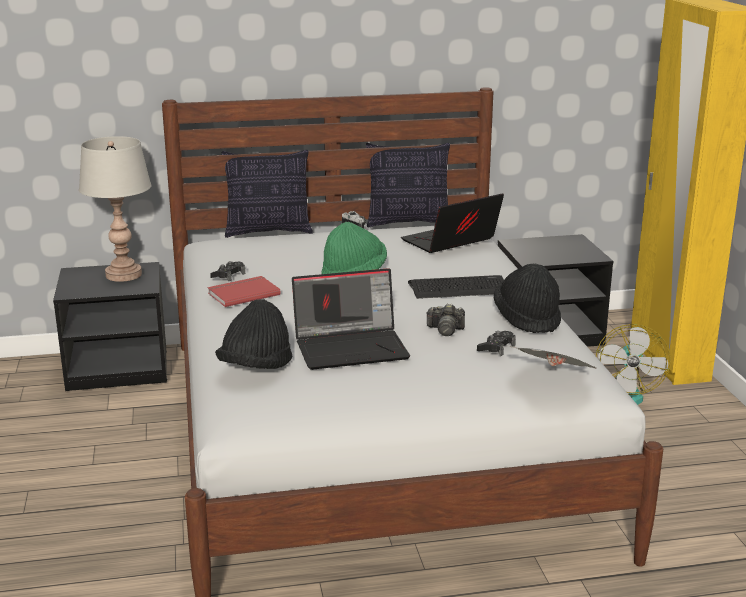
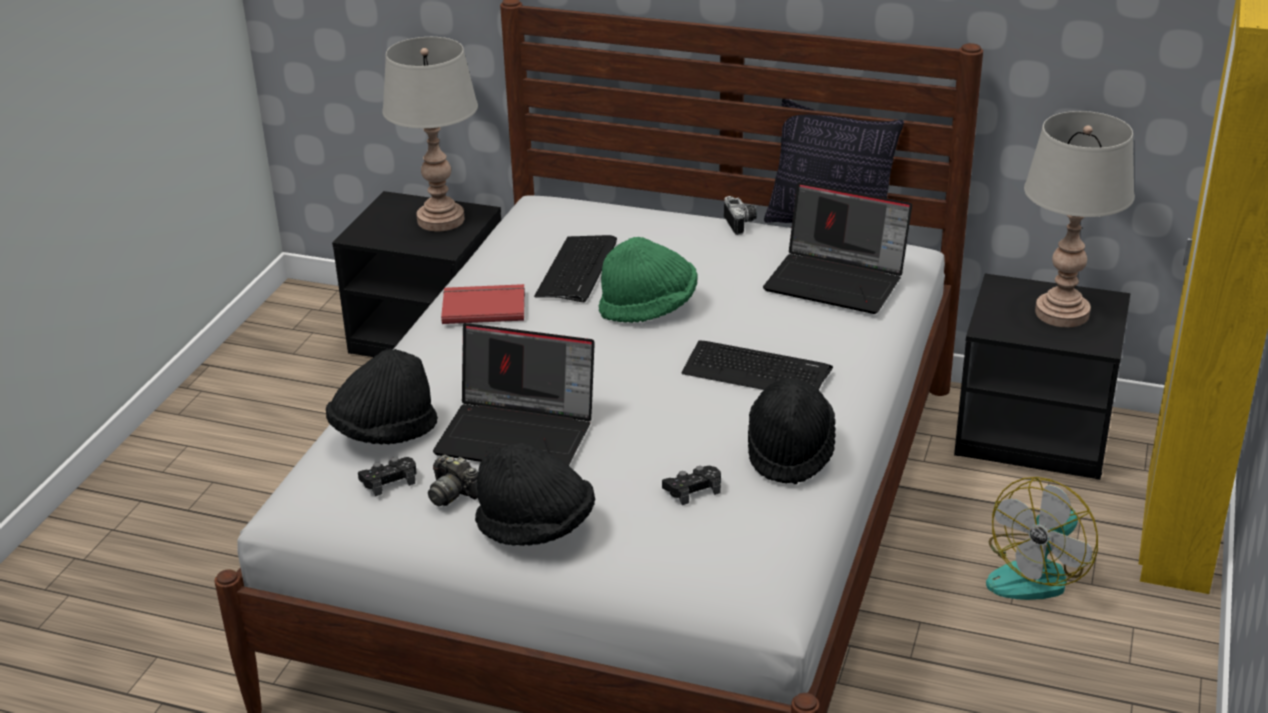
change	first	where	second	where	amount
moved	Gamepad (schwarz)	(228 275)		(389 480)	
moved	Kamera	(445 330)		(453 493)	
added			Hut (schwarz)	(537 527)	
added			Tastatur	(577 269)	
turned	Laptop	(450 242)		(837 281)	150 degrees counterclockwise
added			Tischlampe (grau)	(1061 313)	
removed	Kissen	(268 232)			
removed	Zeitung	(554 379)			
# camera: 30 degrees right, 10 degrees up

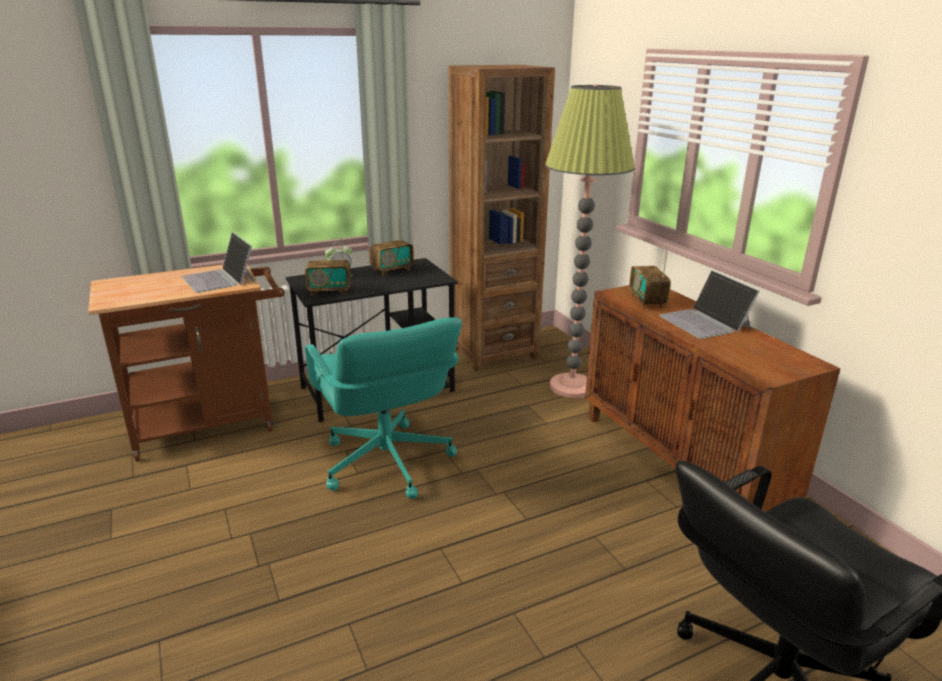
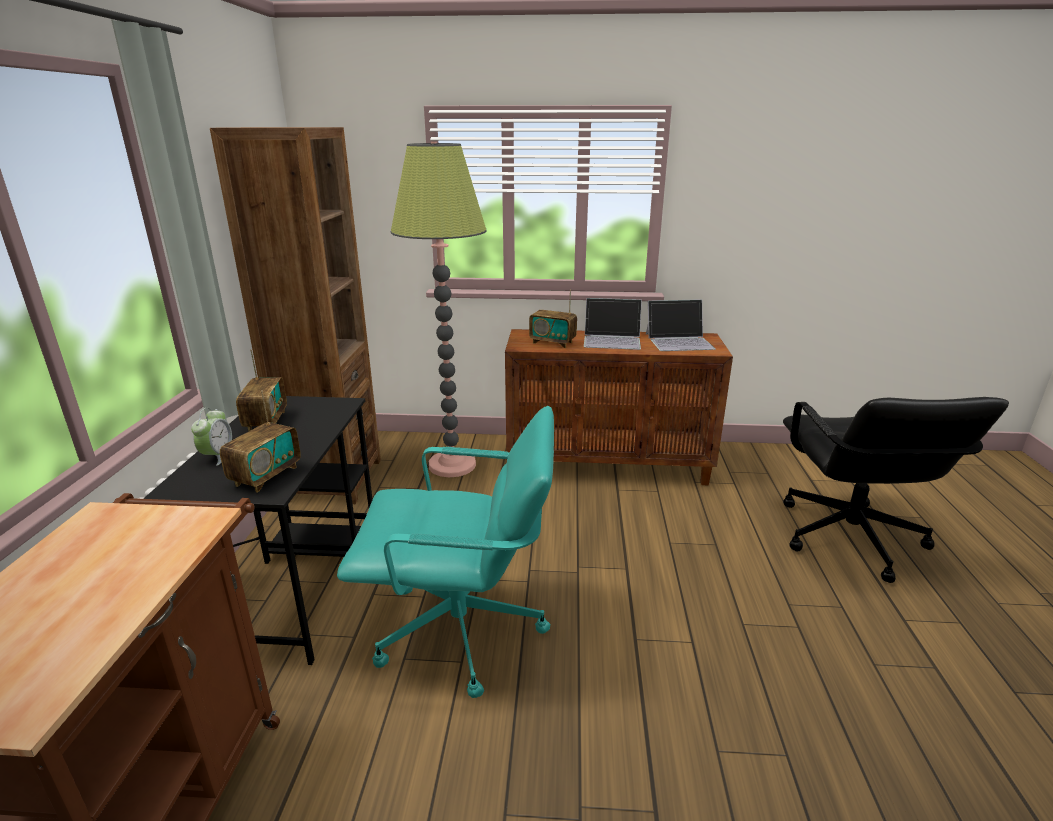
change	first	where	second	where	amount
moved	Laptop	(219 279)		(679 341)	
# camera: 60 degrees left, 0 degrees up

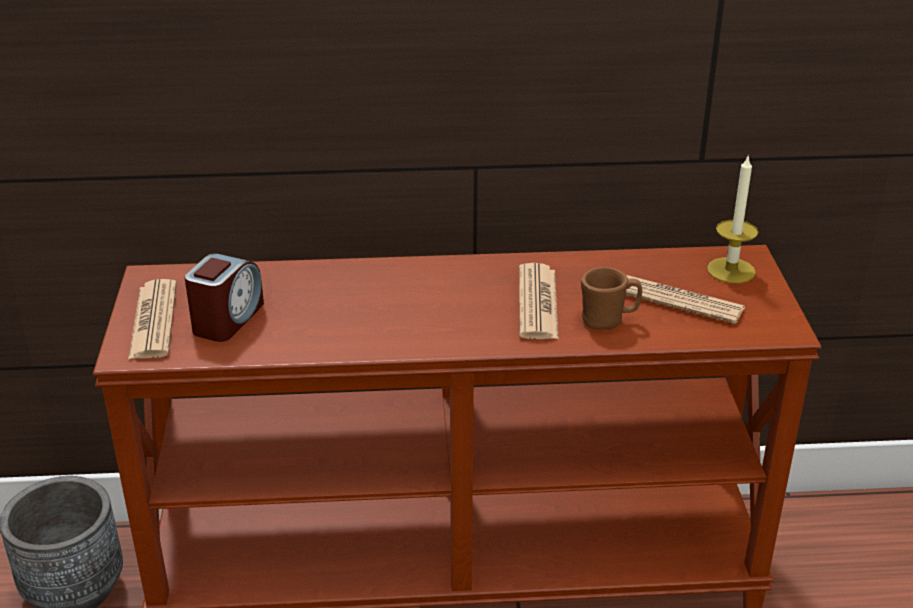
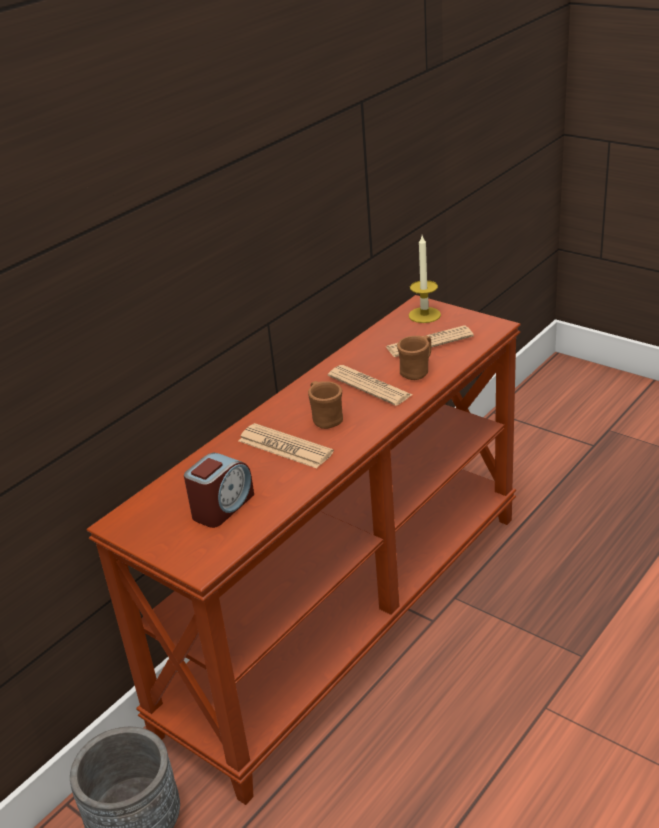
change	first	where	second	where	amount
turned	Wecker	(227 319)		(222 507)	60 degrees clockwise
moved	Zeitung	(153 321)		(285 447)	
added			Henkelbecher (braun)	(325 419)	
# camera: 45 degrees left, 0 degrees up

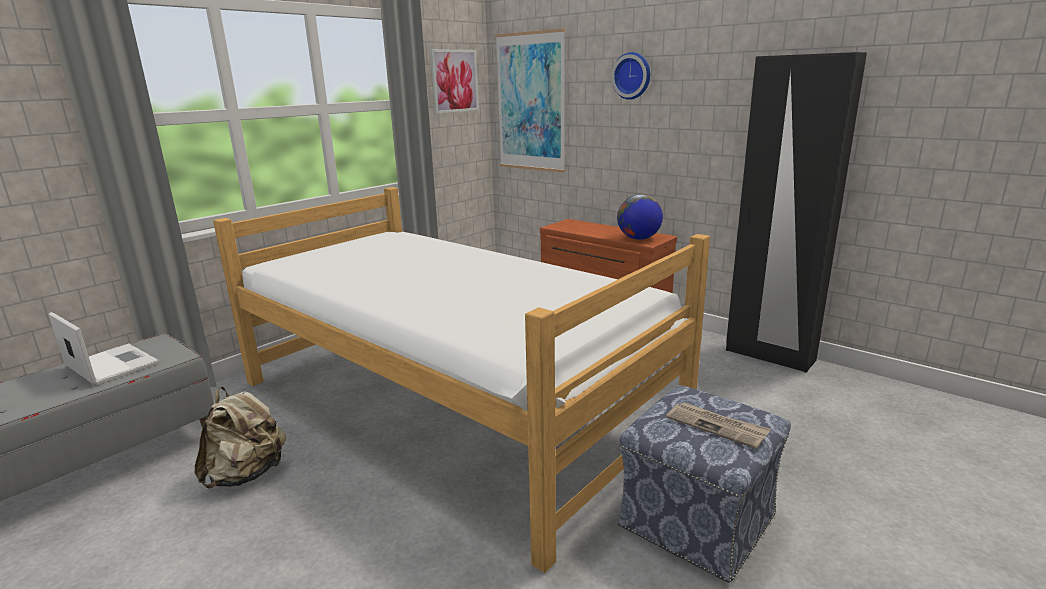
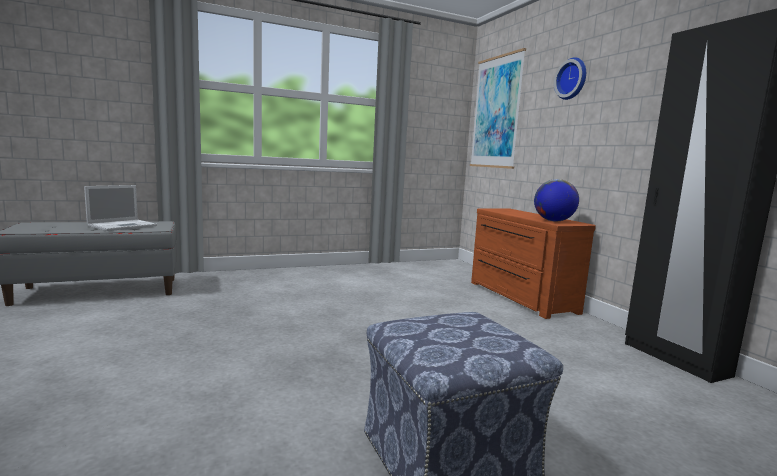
change	first	where	second	where	amount
turned	Laptop	(111 365)		(123 225)	60 degrees clockwise
removed	Rucksack (beige)	(247 474)			
removed	Bett	(451 403)			
removed	Bild	(454 81)			
removed	Zeitung	(717 426)			
# camera: 25 degrees right, 10 degrees down

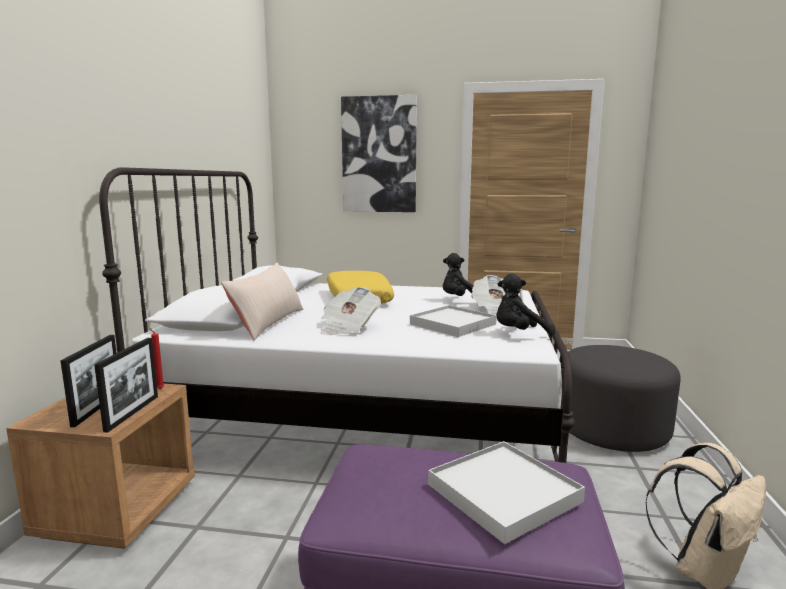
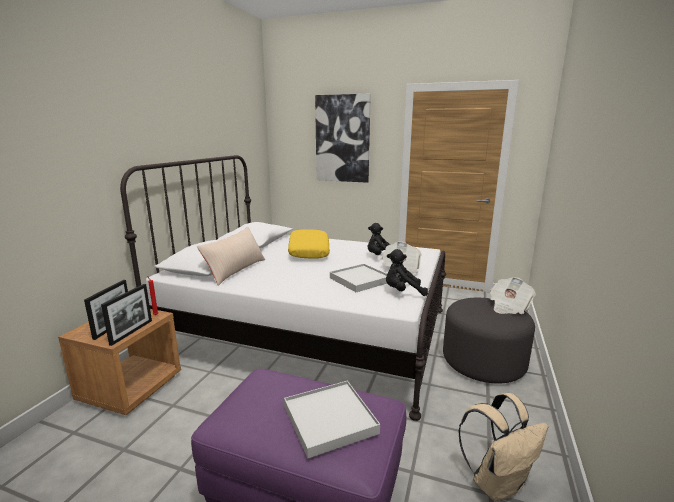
change	first	where	second	where	amount
moved	Zeitung	(348 328)		(508 306)	
# camera: 10 degrees right, 5 degrees up

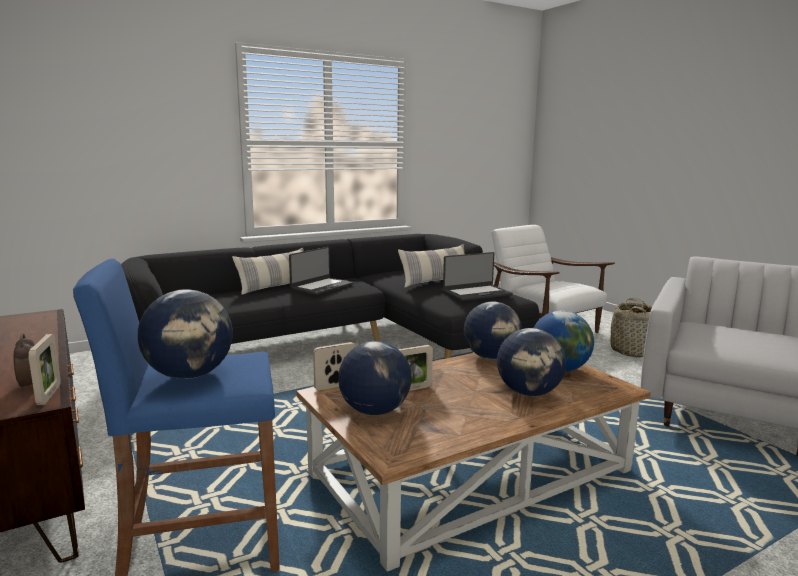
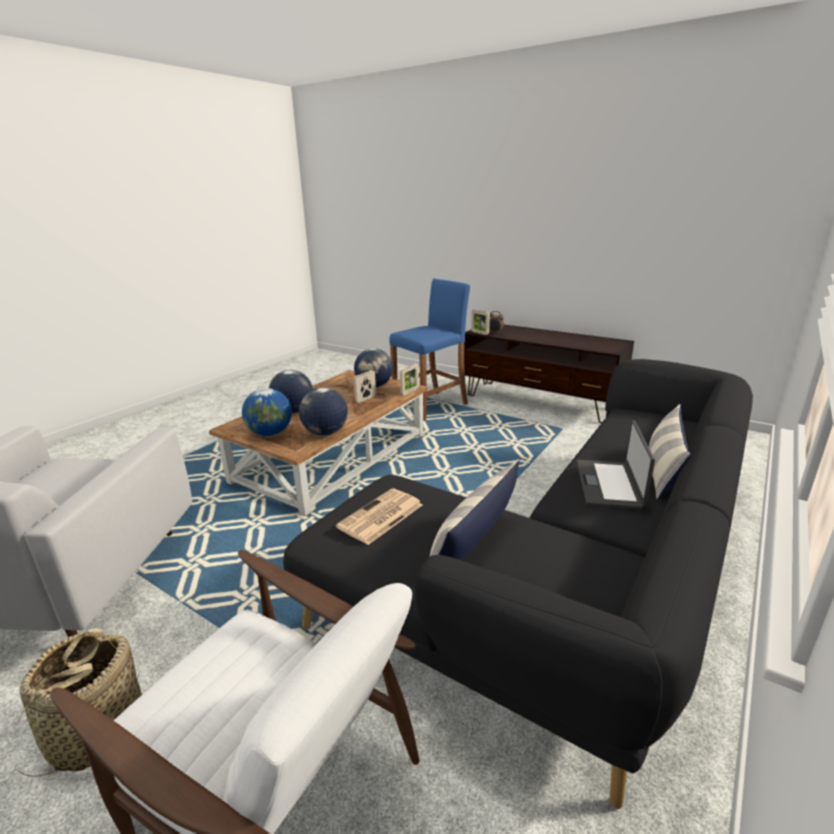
change	first	where	second	where	amount
replaced	Laptop	(476 293)	Zeitung	(380 517)	
removed	Globus	(190 375)			
# camera: 155 degrees right, 10 degrees up

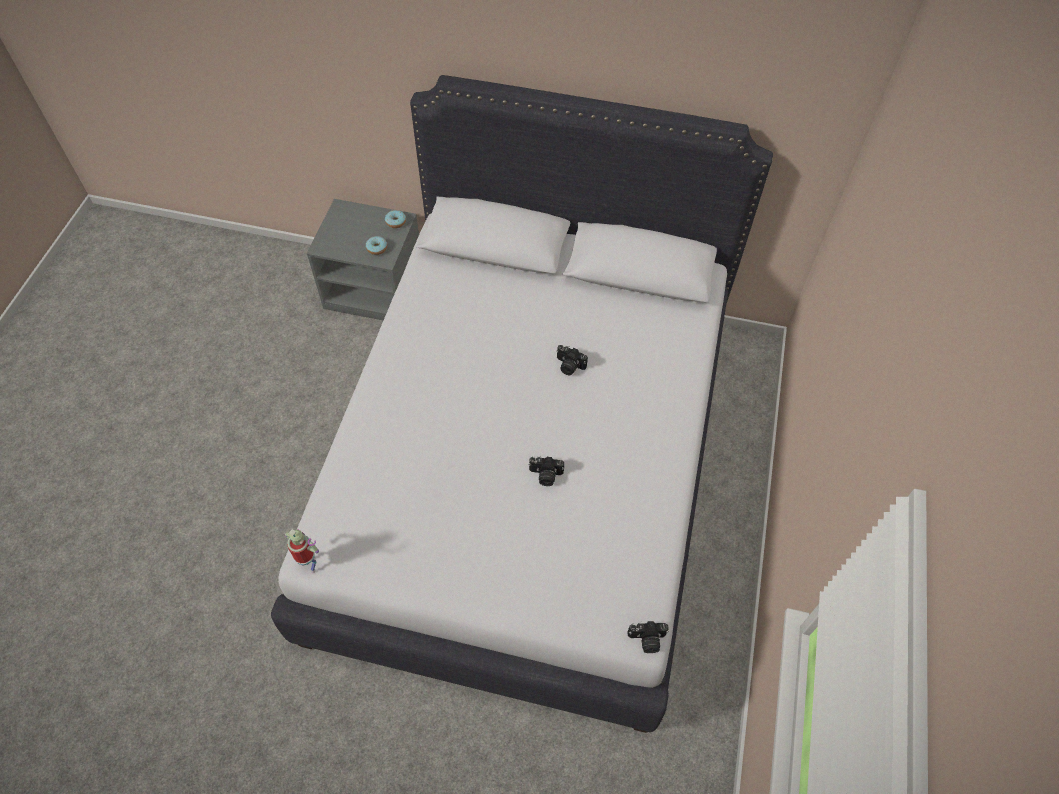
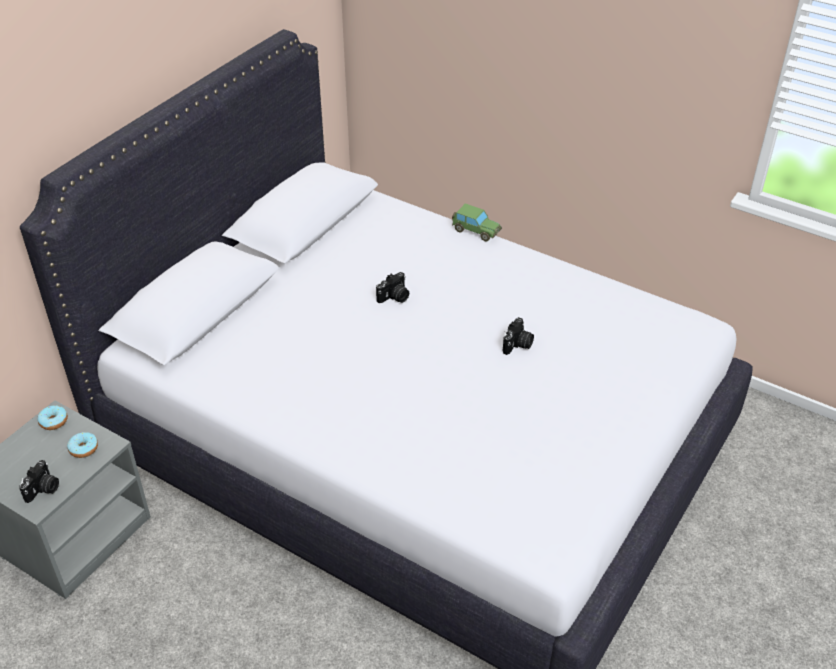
change	first	where	second	where	amount
moved	Kamera	(647 640)		(43 489)	
added			Spielzeugauto	(475 231)	
removed	Spielzeugroboter	(310 565)			
# camera: 70 degrees left, 15 degrees down

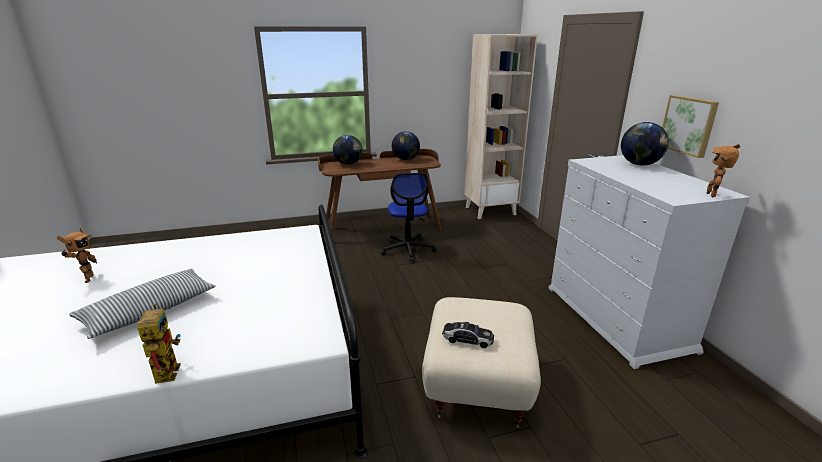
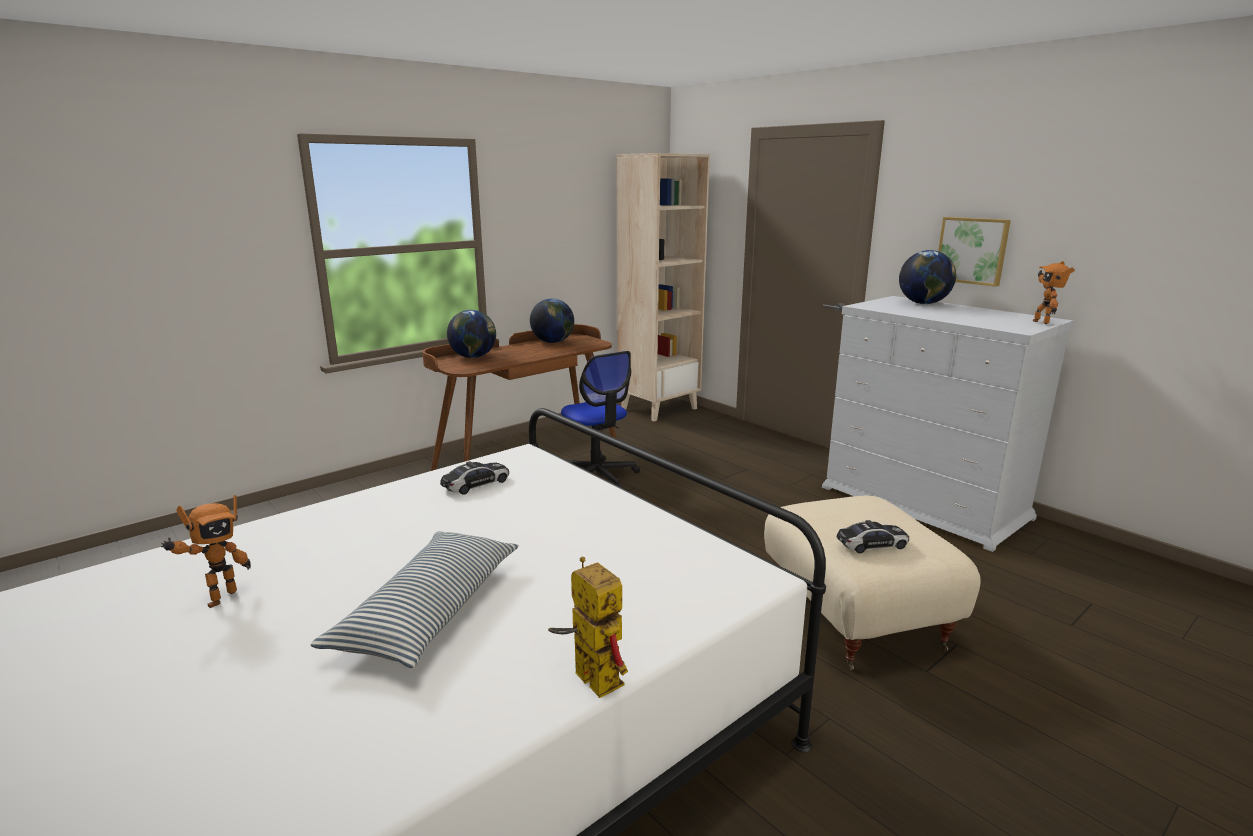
change	first	where	second	where	amount
turned	Spielzeugroboter	(86 279)		(219 598)	60 degrees clockwise
added			Spielzeugauto	(476 484)	
# camera: 25 degrees left, 5 degrees down

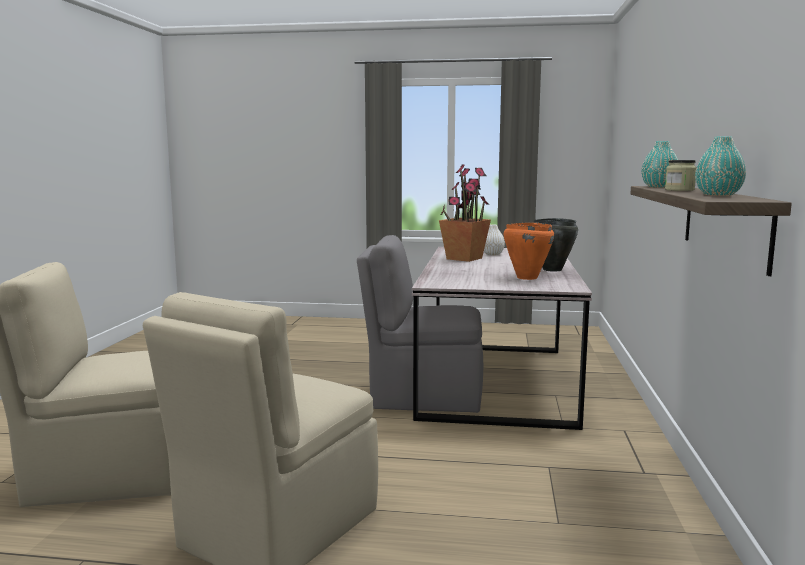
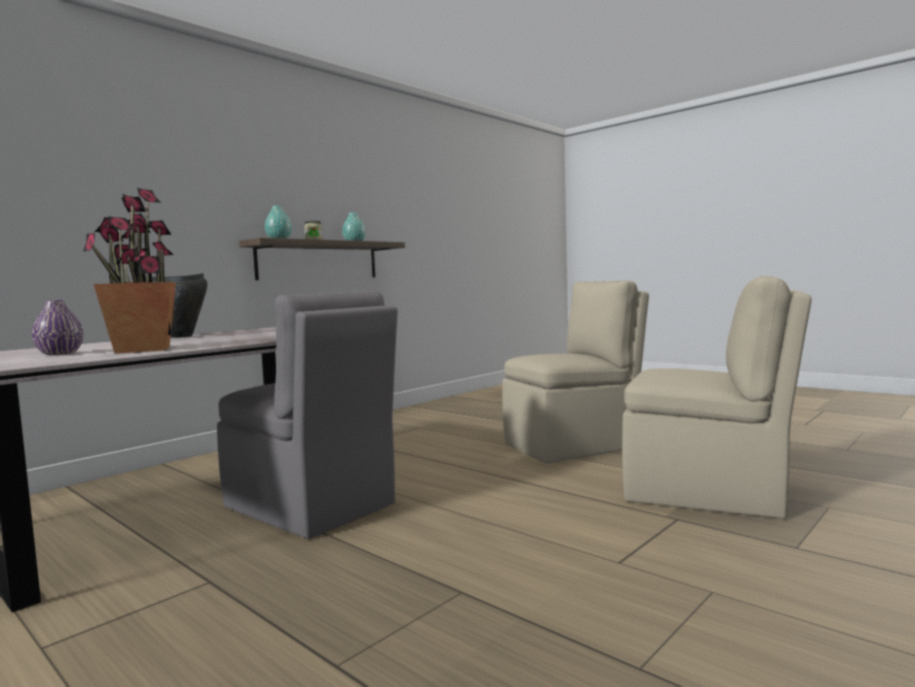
change	first	where	second	where	amount
recoloured	Vase (weiß)	(492 254)	Vase (lila)	(60 354)	
removed	Kochtopf (orange)	(526 277)			
# camera: 145 degrees left, 5 degrees down

